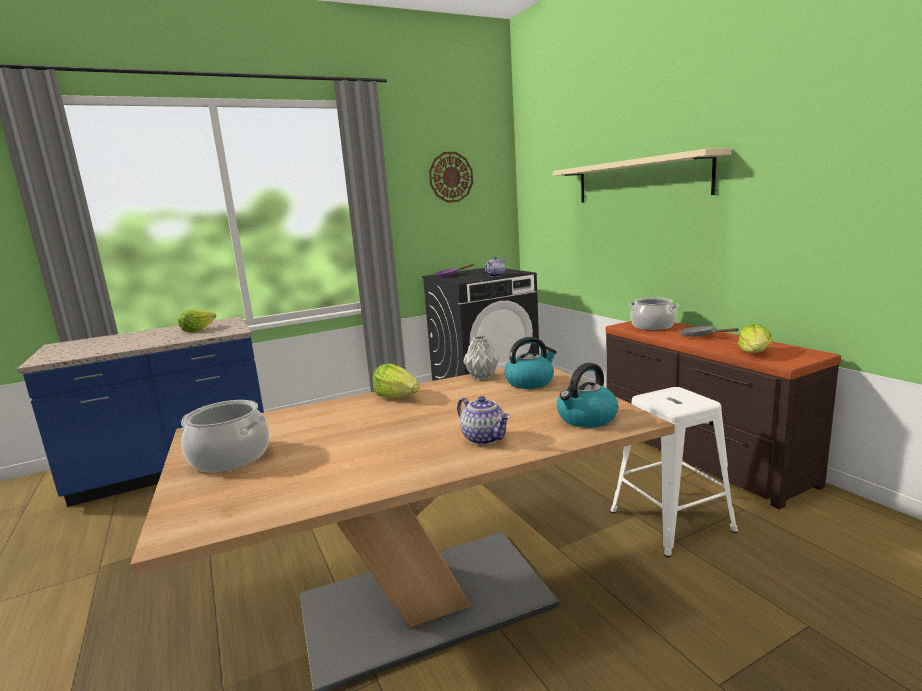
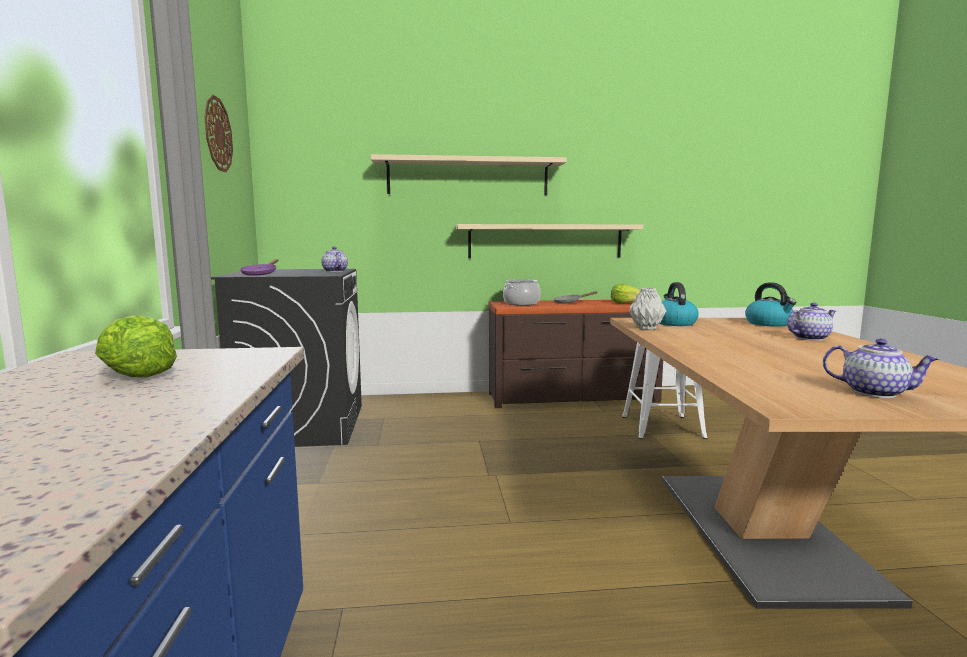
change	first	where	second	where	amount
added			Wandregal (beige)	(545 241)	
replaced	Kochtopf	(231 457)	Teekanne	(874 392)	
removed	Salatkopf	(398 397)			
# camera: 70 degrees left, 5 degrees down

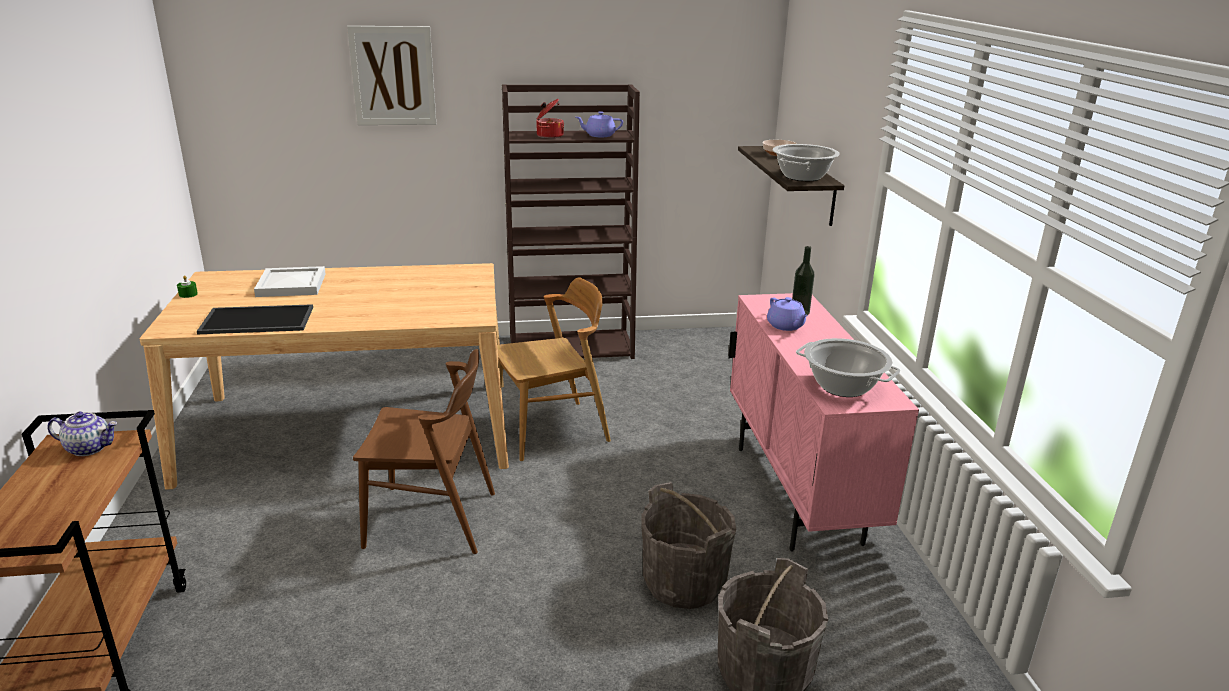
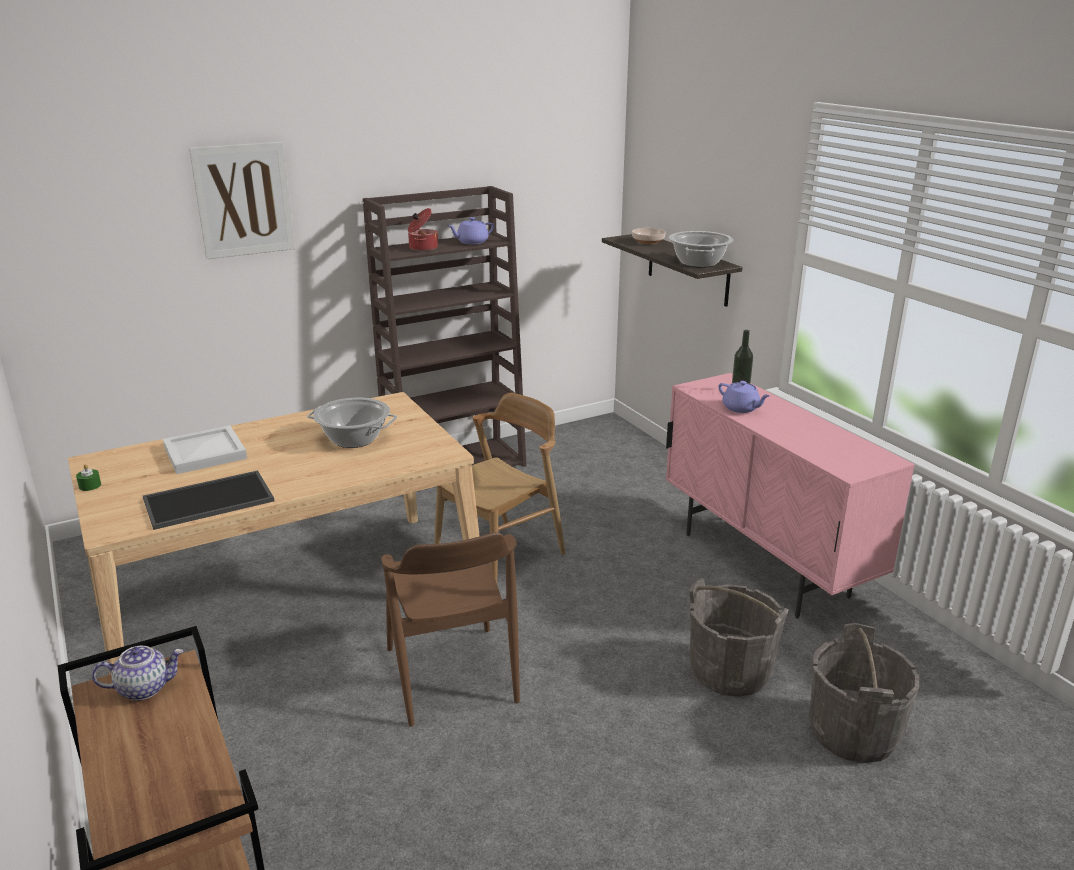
change	first	where	second	where	amount
moved	Kochtopf	(843 386)		(354 439)	
turned	Stuhl (braun)	(431 520)		(451 675)	90 degrees clockwise
# camera: 20 degrees left, 0 degrees up

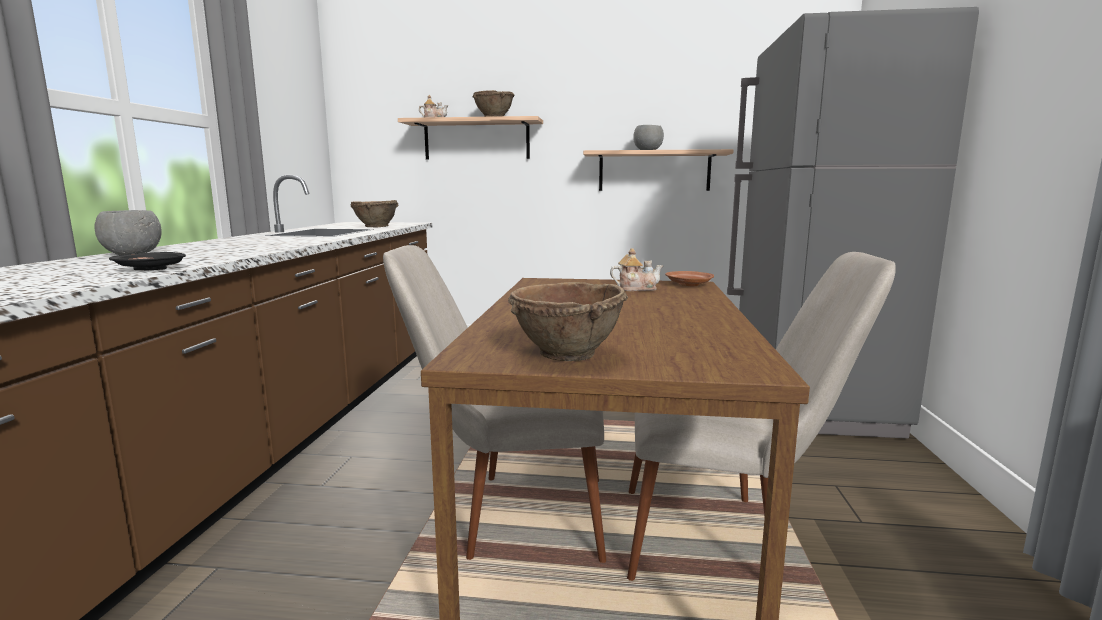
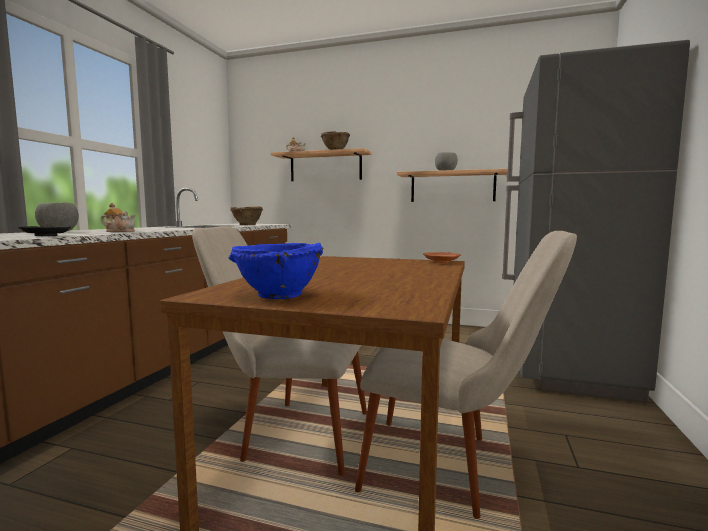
change	first	where	second	where	amount
moved	Teekanne	(636 289)		(120 231)	
recoloured	Schüssel (braun)	(566 354)	Schüssel (blau)	(278 295)	
# camera: 10 degrees right, 5 degrees down

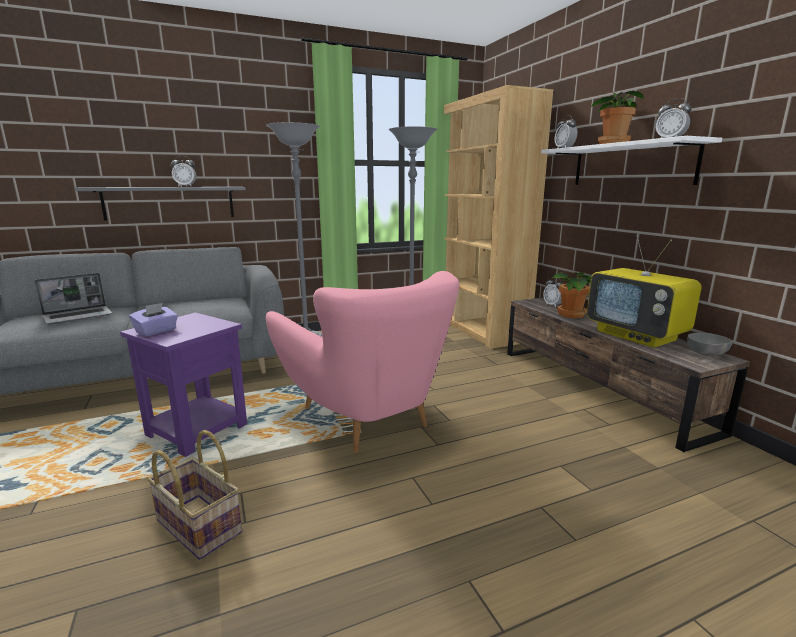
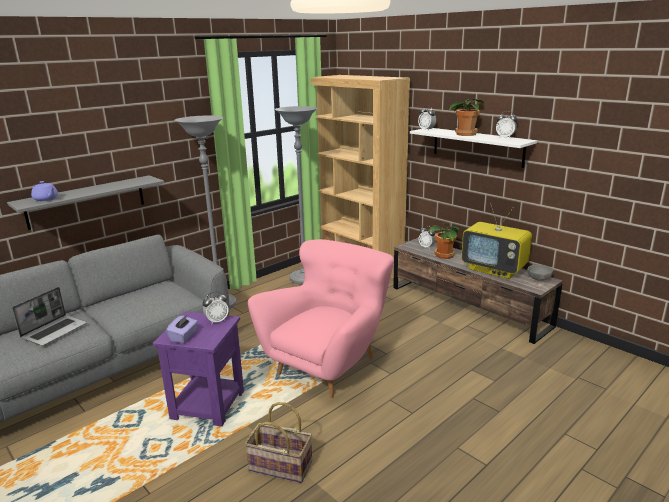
change	first	where	second	where	amount
added			Teekanne (lila)	(46 199)	
moved	Wecker	(185 186)		(217 321)	
turned	Sessel (rosa)	(367 418)		(328 365)	90 degrees counterclockwise
# camera: 20 degrees left, 5 degrees up

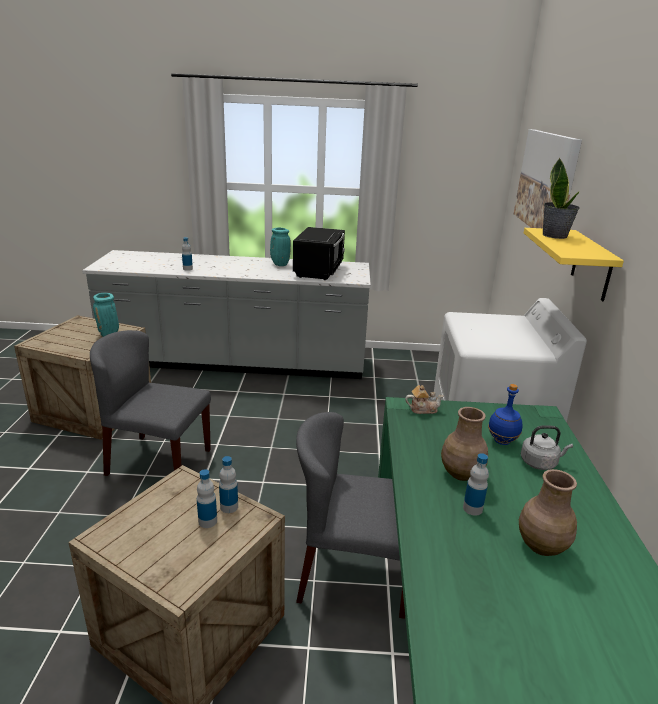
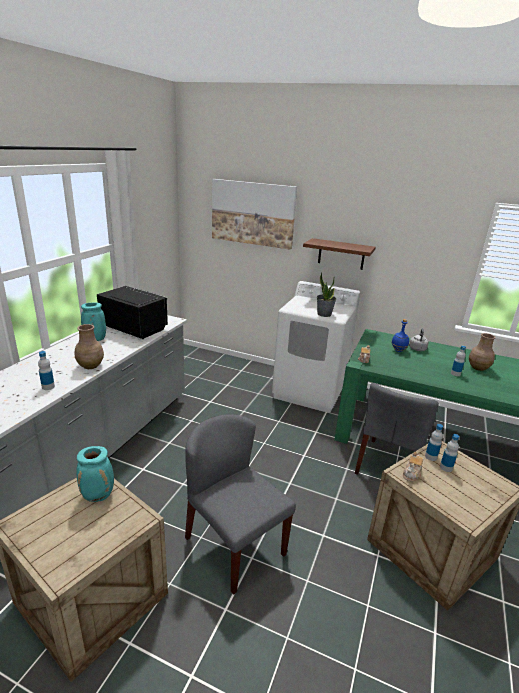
change	first	where	second	where	amount
moved	Vase (braun)	(461 474)		(91 366)	
turned	Stuhl (grau)	(158 461)		(234 545)	105 degrees clockwise
recoloured	Wandregal (gelb)	(592 265)	Wandregal (braun)	(341 254)	
moved	Topfpflanze	(555 235)		(324 314)	
added			Teekanne	(412 474)	
# camera: 70 degrees left, 0 degrees up

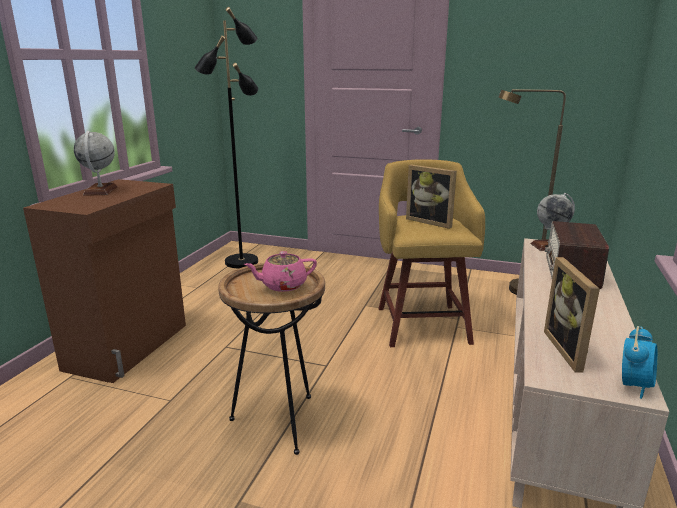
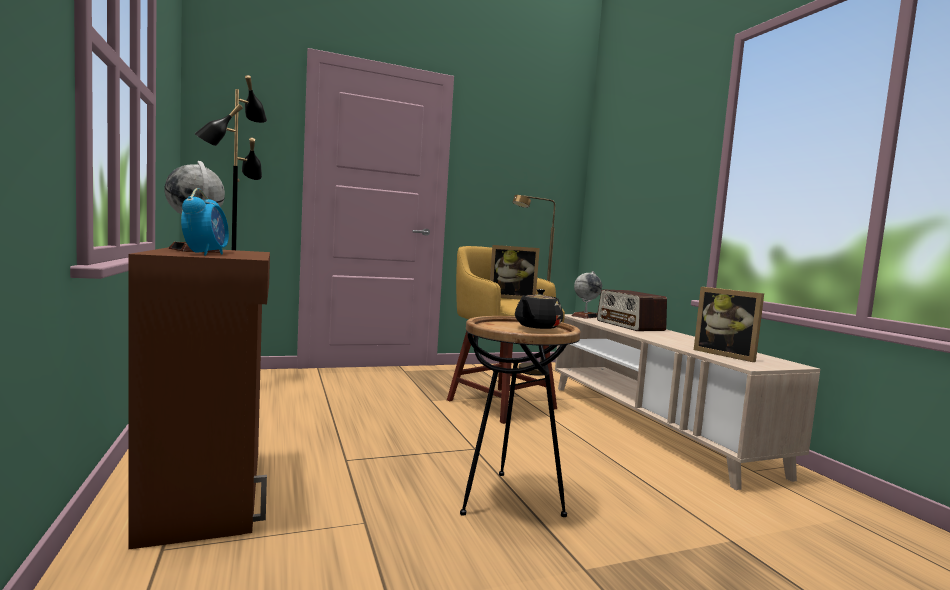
change	first	where	second	where	amount
moved	Wecker	(634 385)		(206 254)	
recoloured	Teekanne (rosa)	(283 285)	Teekanne (schwarz)	(537 326)	
# camera: 40 degrees left, 15 degrees down

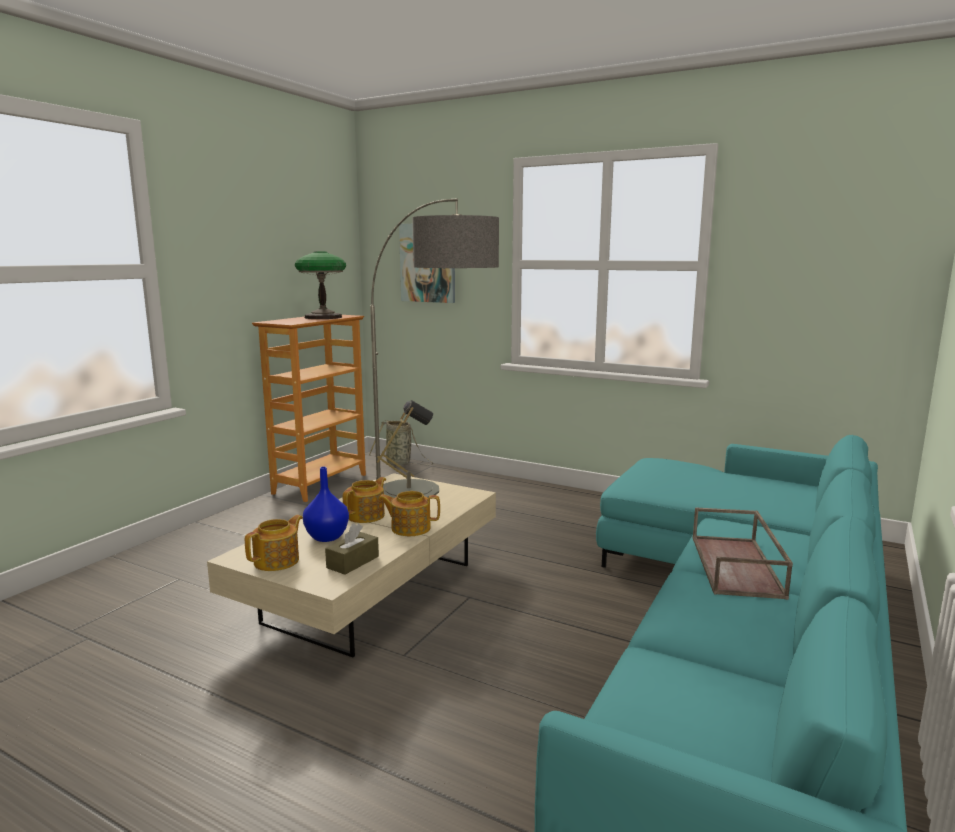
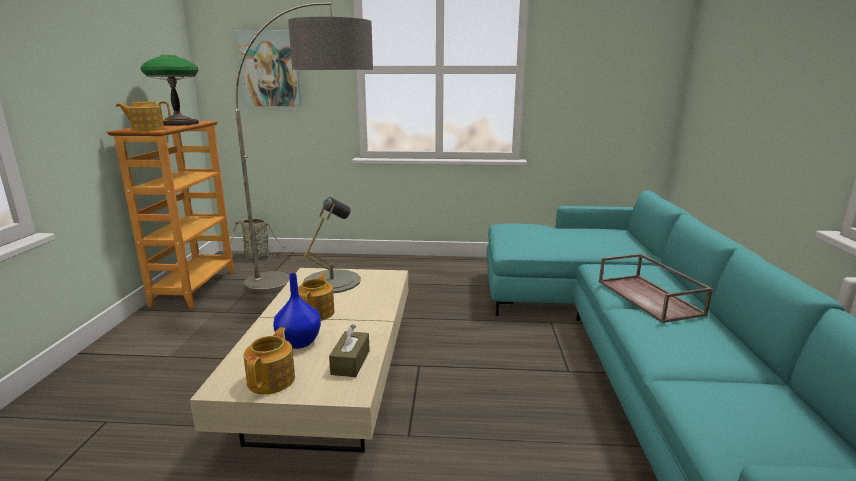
change	first	where	second	where	amount
moved	Teekanne	(410 528)		(147 129)	
# camera: 25 degrees left, 5 degrees up

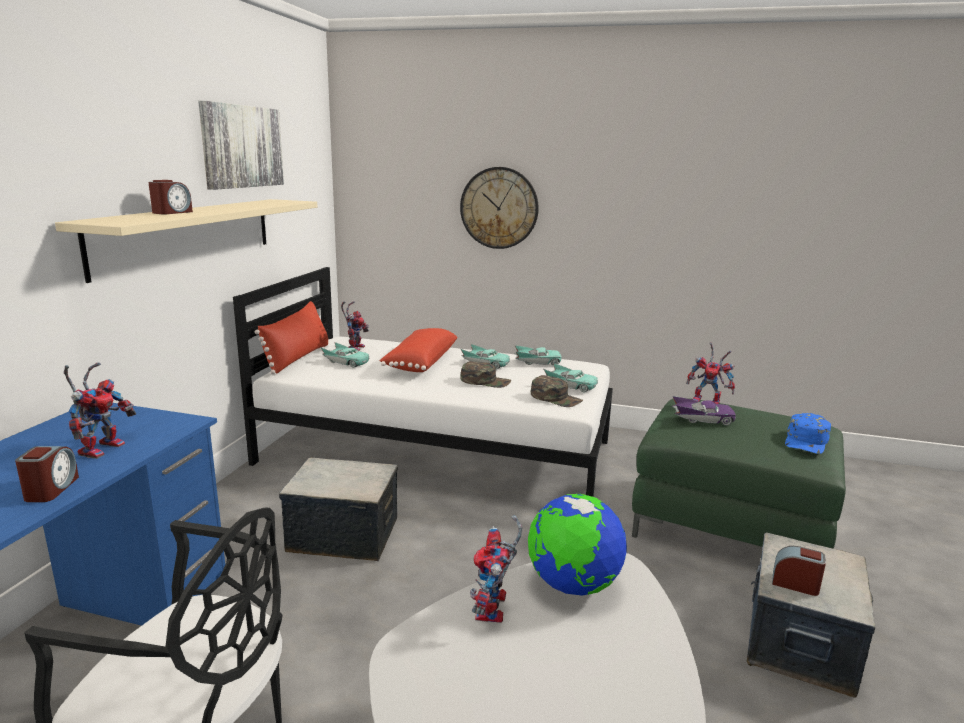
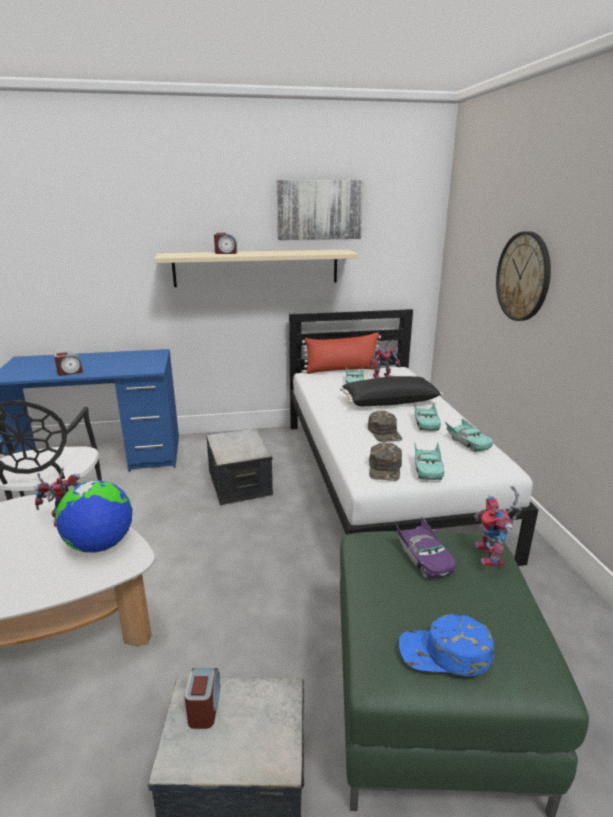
change	first	where	second	where	amount
recoloured	Kissen (rot)	(419 362)	Kissen (schwarz)	(389 402)	
removed	Spielzeugroboter	(102 447)			
# camera: 65 degrees right, 5 degrees up

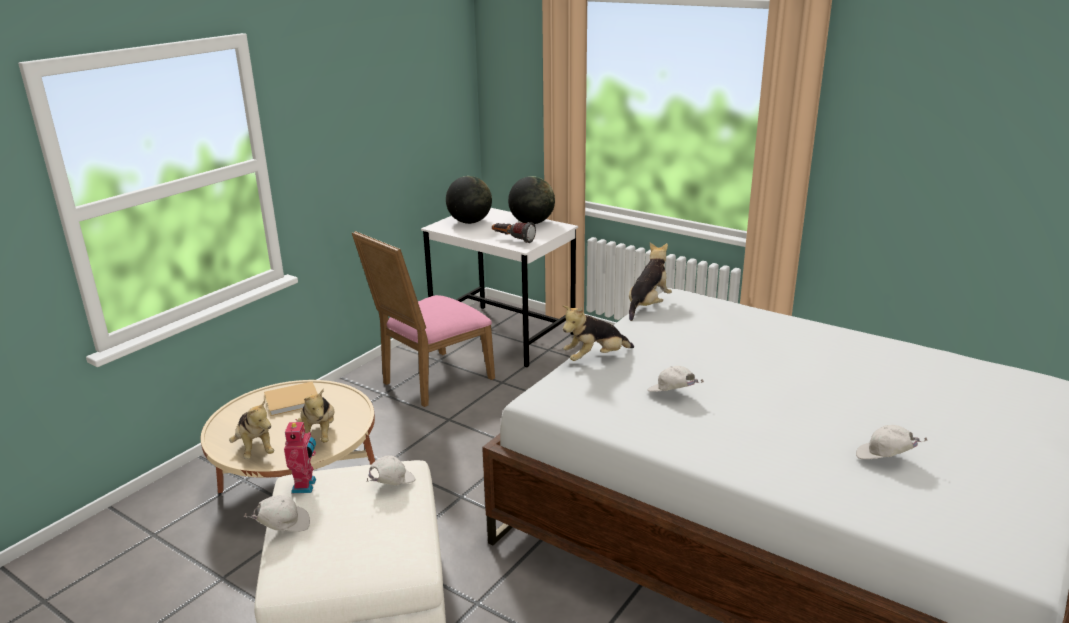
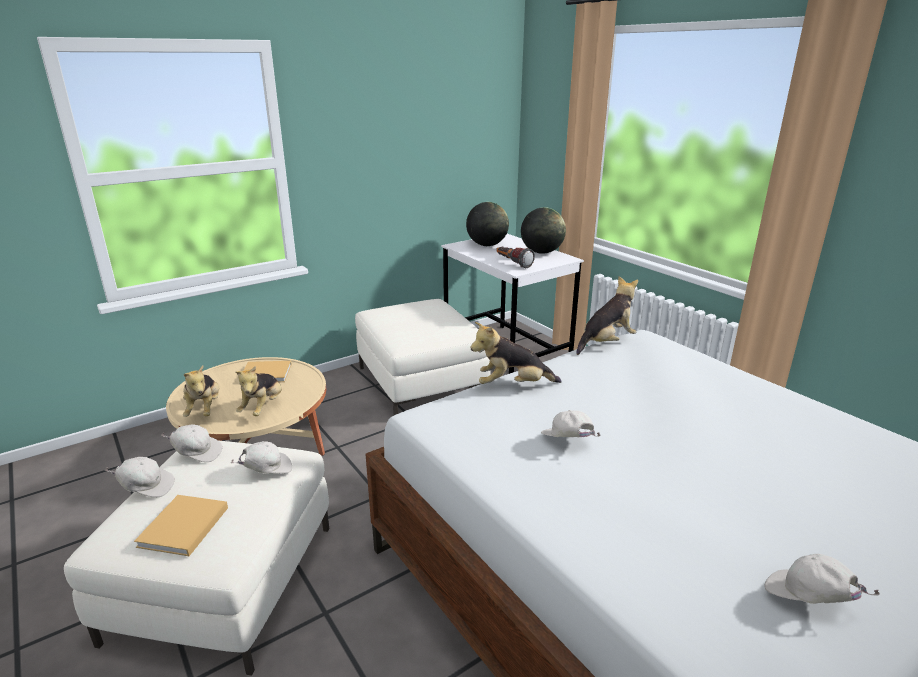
change	first	where	second	where	amount
added			Buch (beige)	(182 528)	
replaced	Spielzeugroboter	(306 486)	Kappe (weiß)	(197 453)	
replaced	Stuhl (rosa)	(431 381)	Polsterhocker (weiß)	(420 382)	
# camera: 20 degrees right, 0 degrees up

